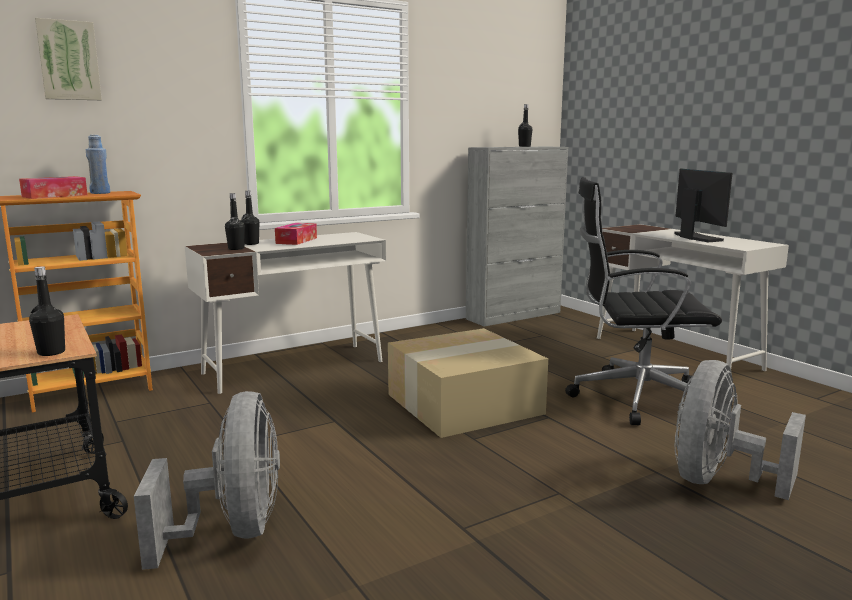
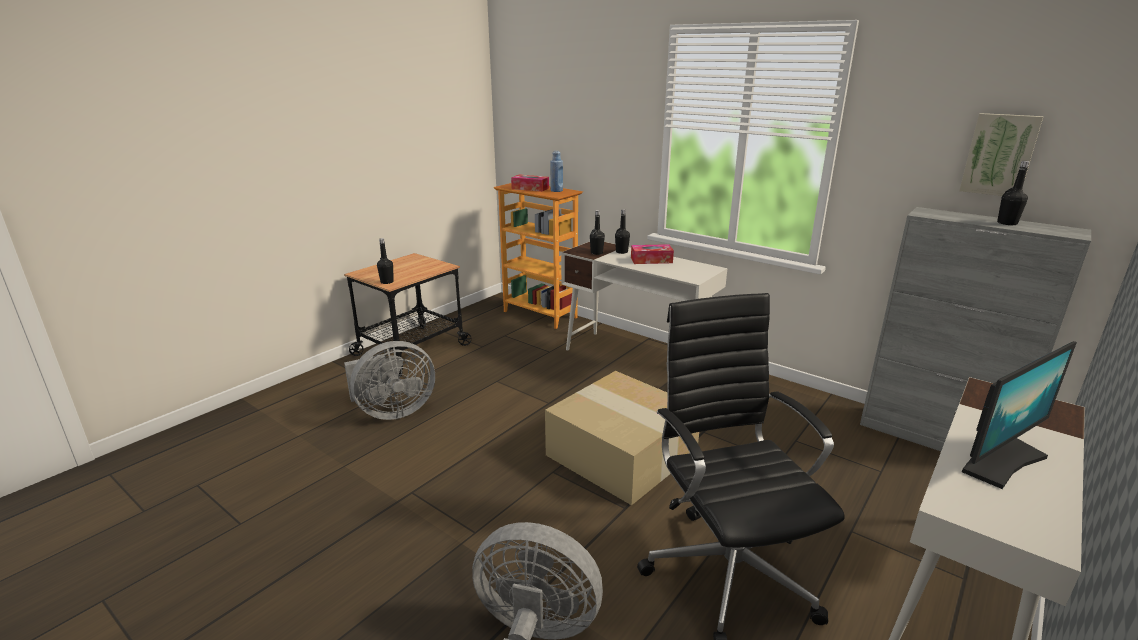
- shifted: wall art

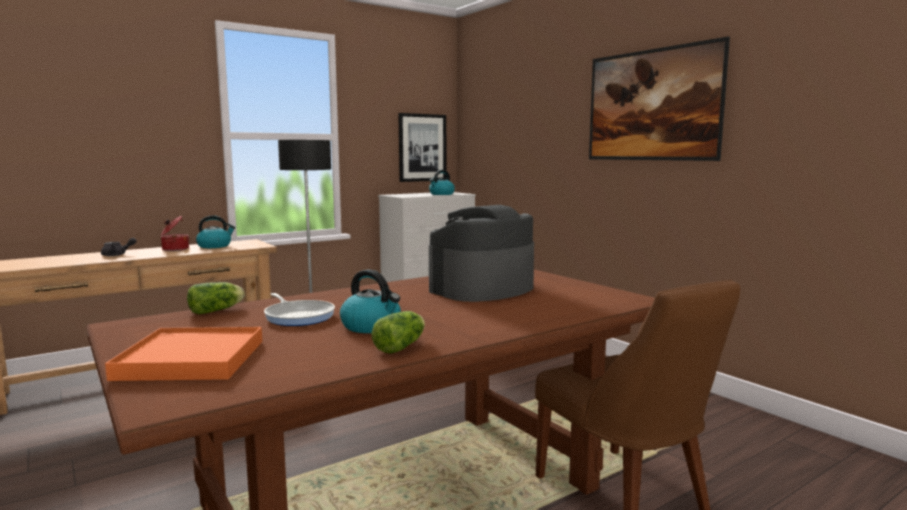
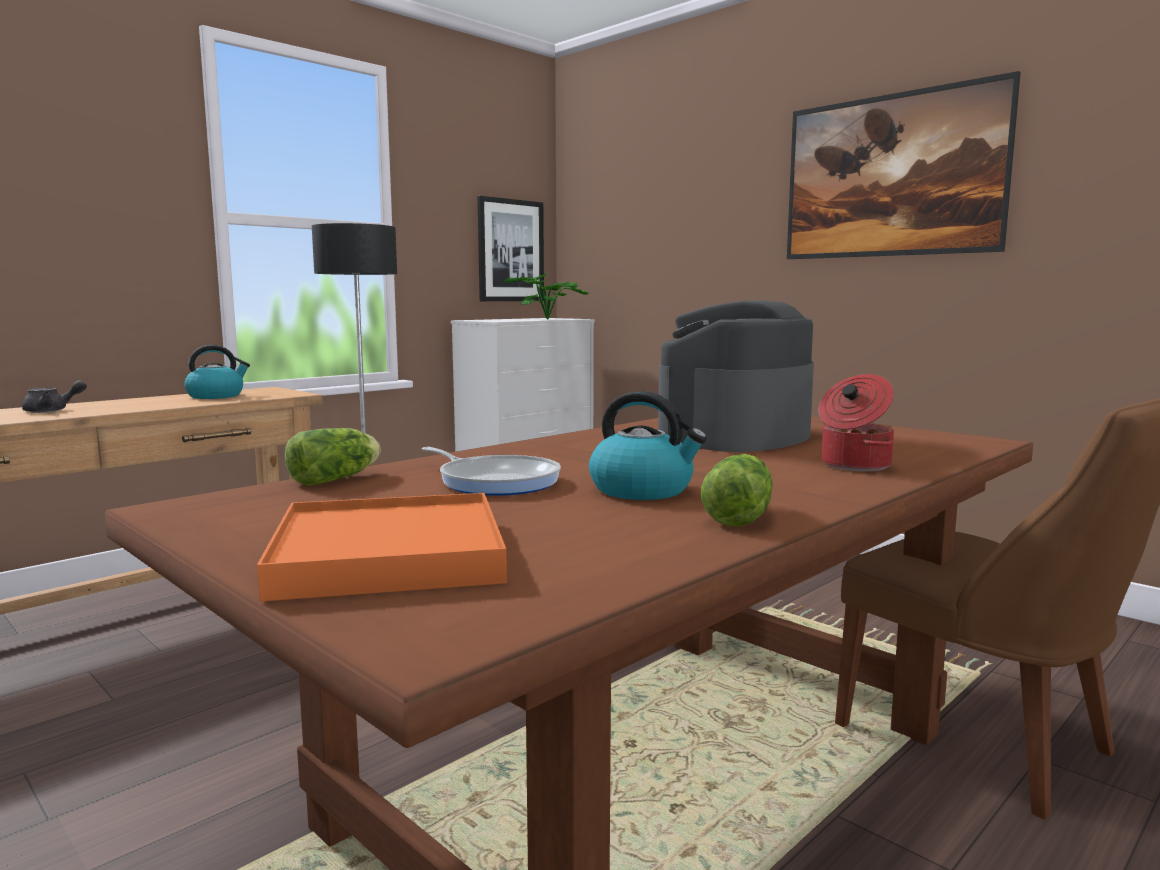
- shifted: saucepot
- swapped: tea kettle (no. 3 from left) to potted plant

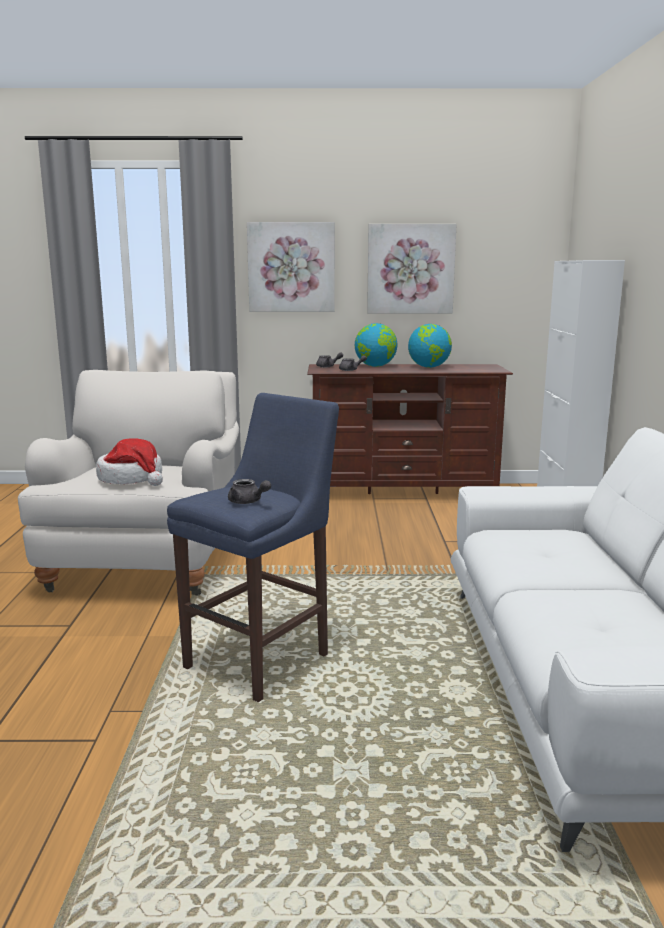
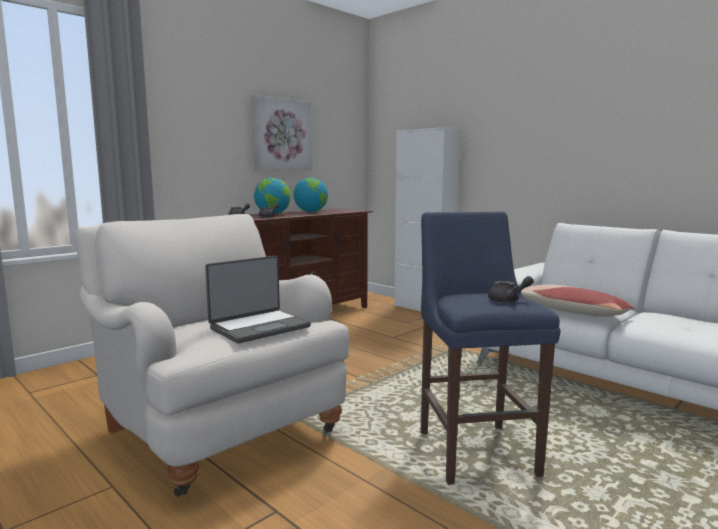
- swapped: clothing hat to laptop
- gone: wall art (no. 1 from left)
- new: throw pillow

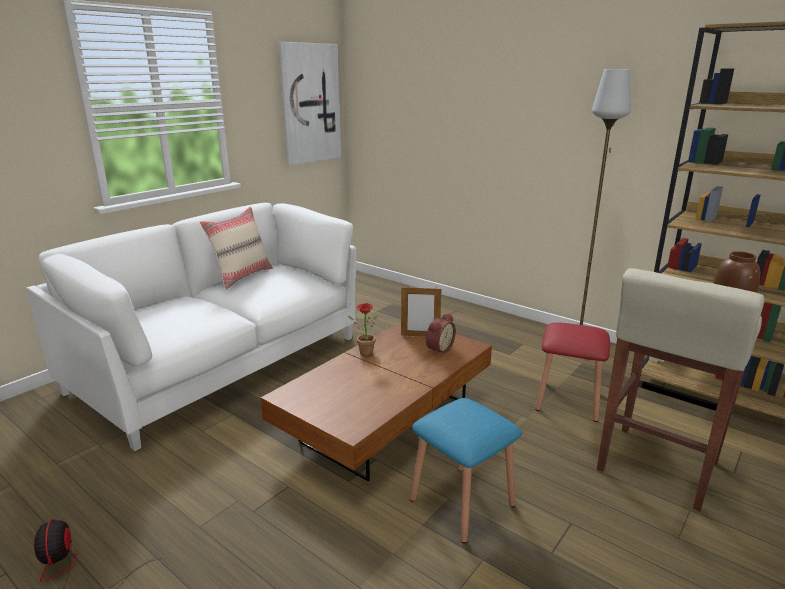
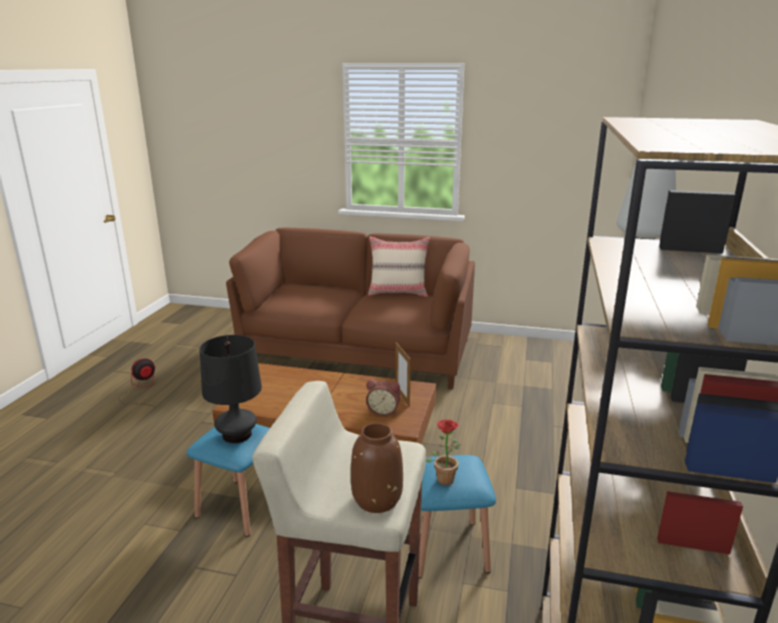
- repainted: white sofa to brown sofa
- gone: wall art
- shifted: potted plant
- repainted: reddish stool to blue-coloured stool (no. 2 from left)
- new: black-coloured tabletop lamp

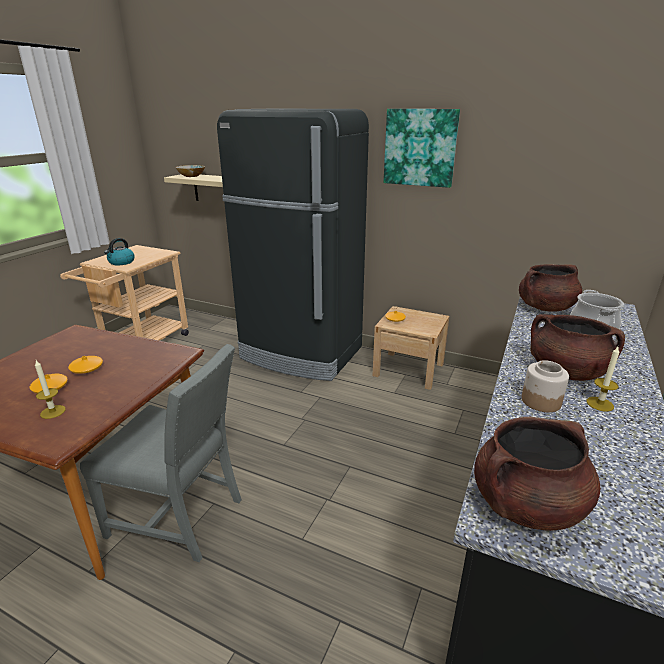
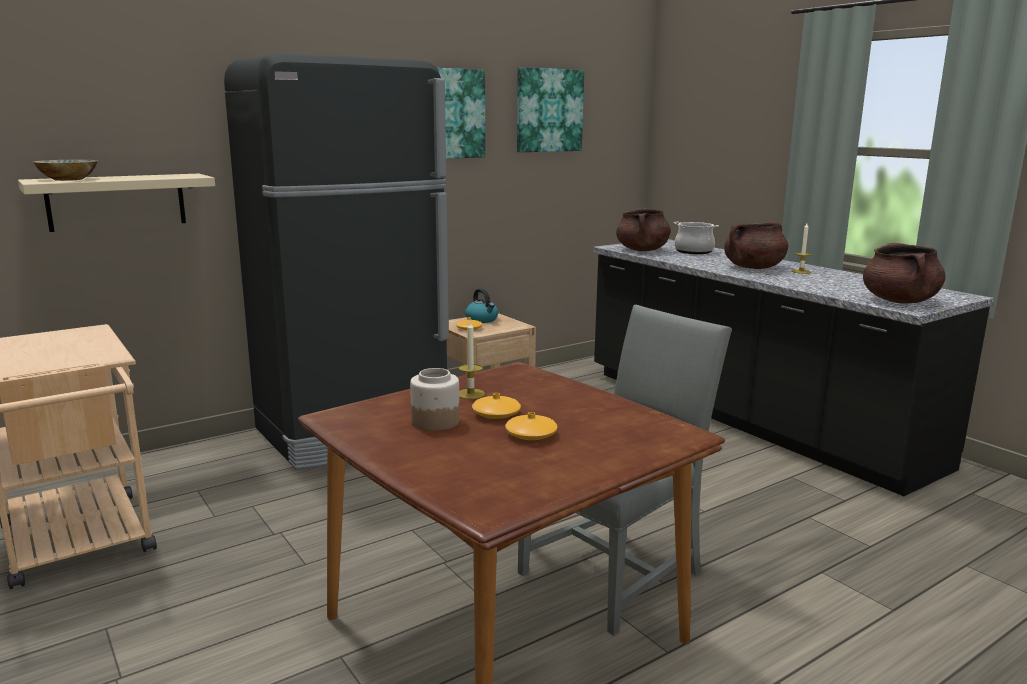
- shifted: candle (no. 1 from left)
- shifted: tea kettle
- shifted: storage jar
- new: wall art (no. 2 from left)

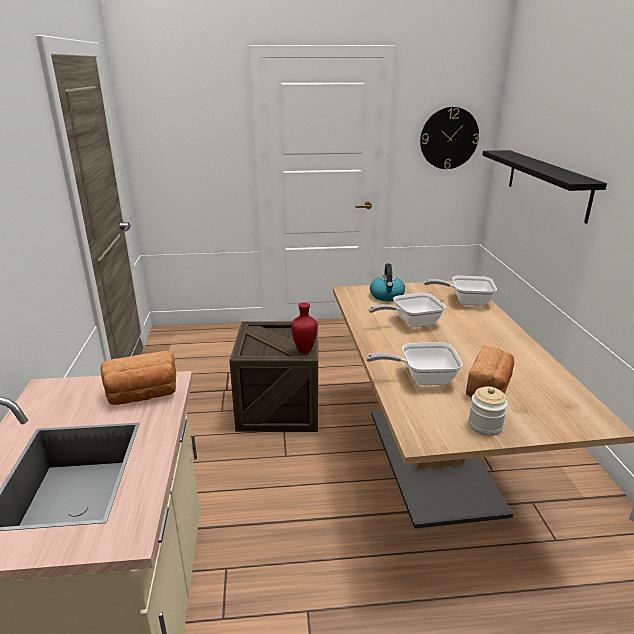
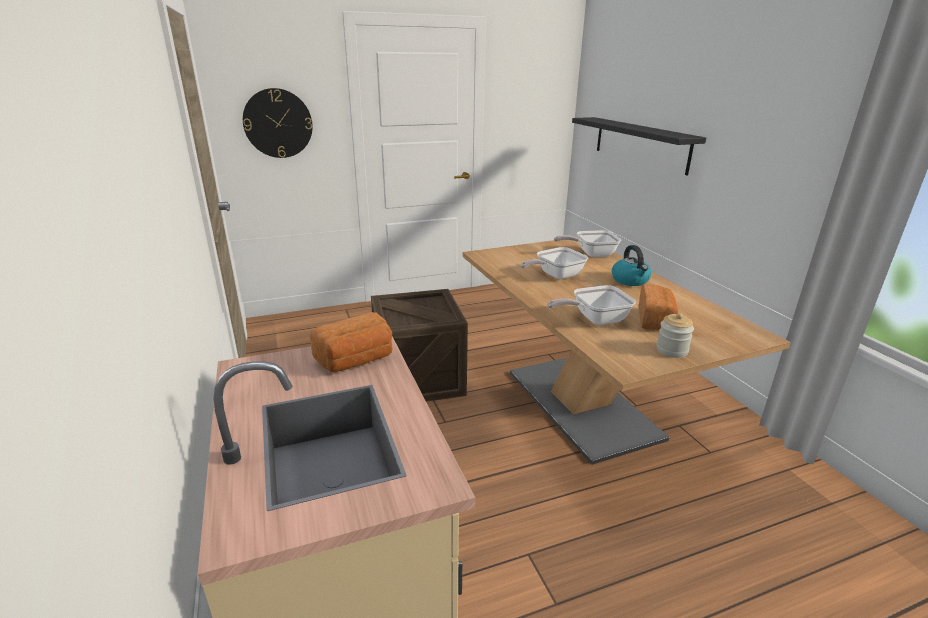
- gone: reddish flower vase
- shifted: tea kettle
- shifted: wall clock

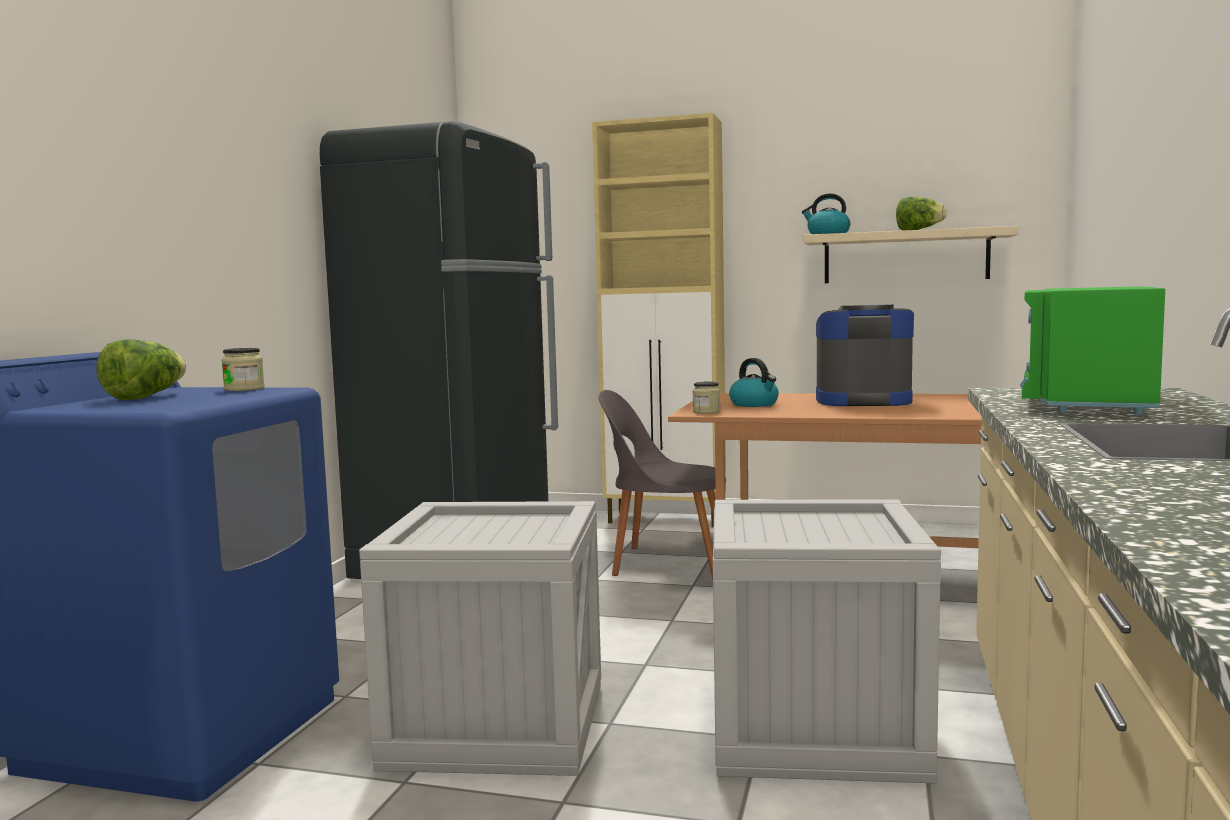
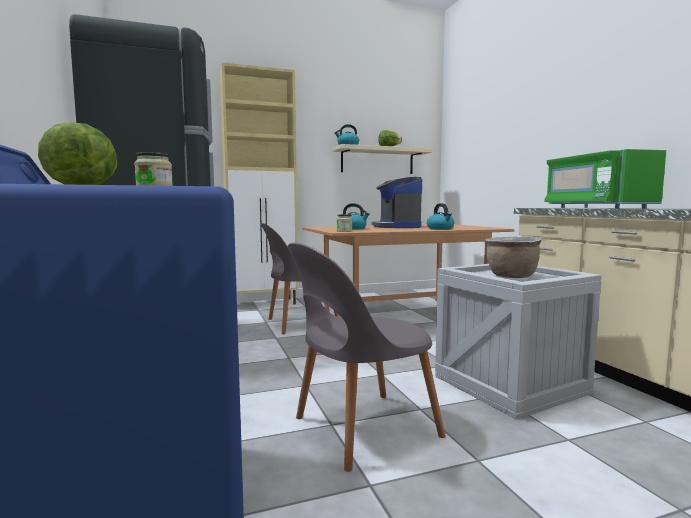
- swapped: shipping crate (no. 1 from left) to gray upright chair (no. 2 from left)
- rotated: coffee maker 75 degrees counterclockwise
- new: tea kettle (no. 3 from left)
- new: brown saucepot

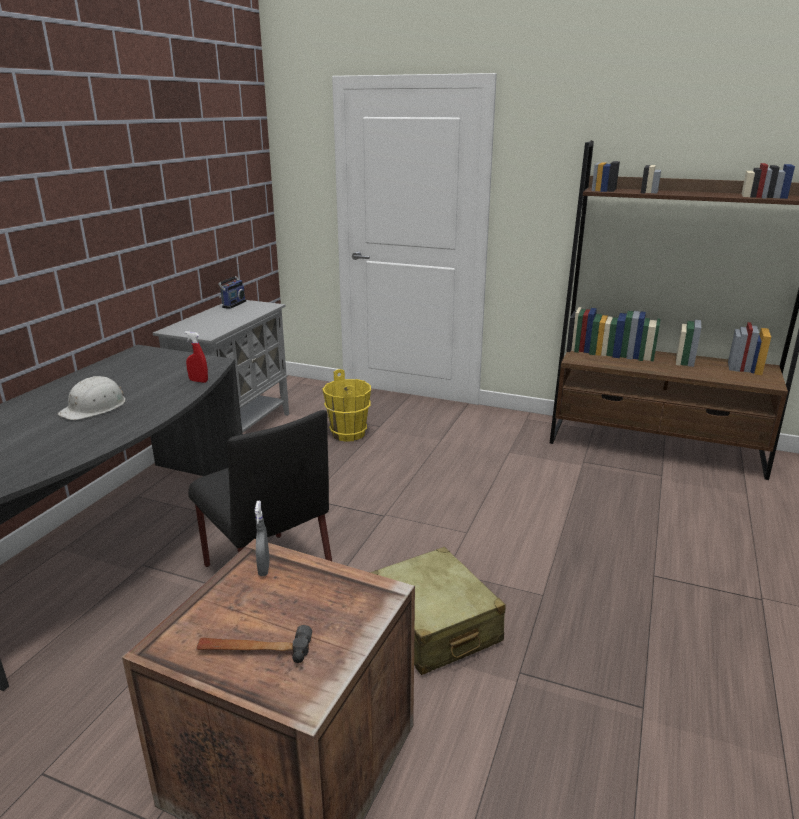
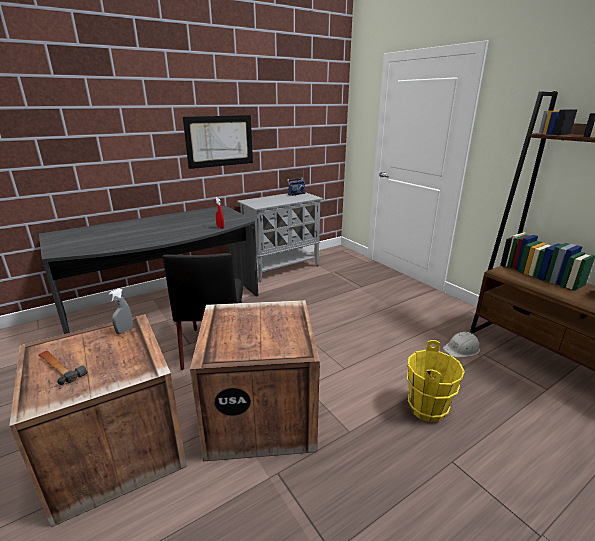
- shifted: white work helmet
- shifted: yellowish pail
- swapped: sand-coloured suitcase to shipping crate (no. 2 from left)
- new: wall art

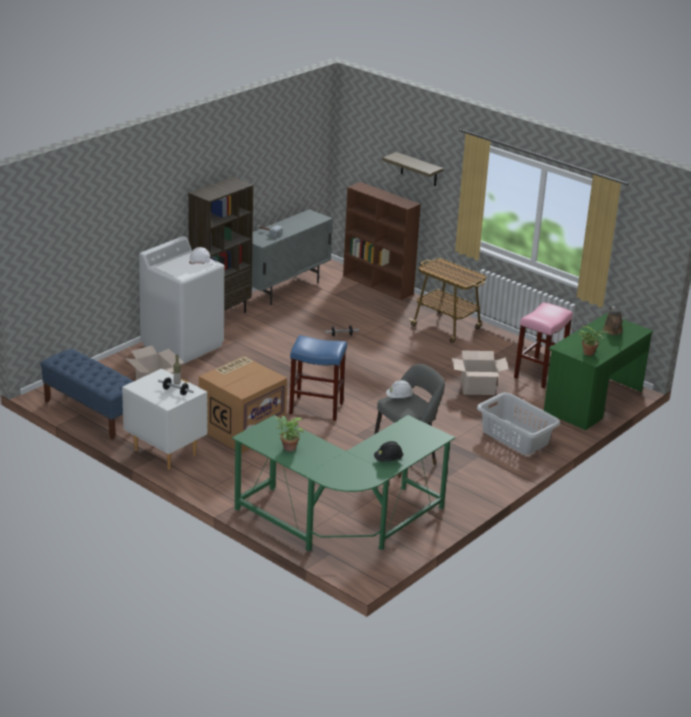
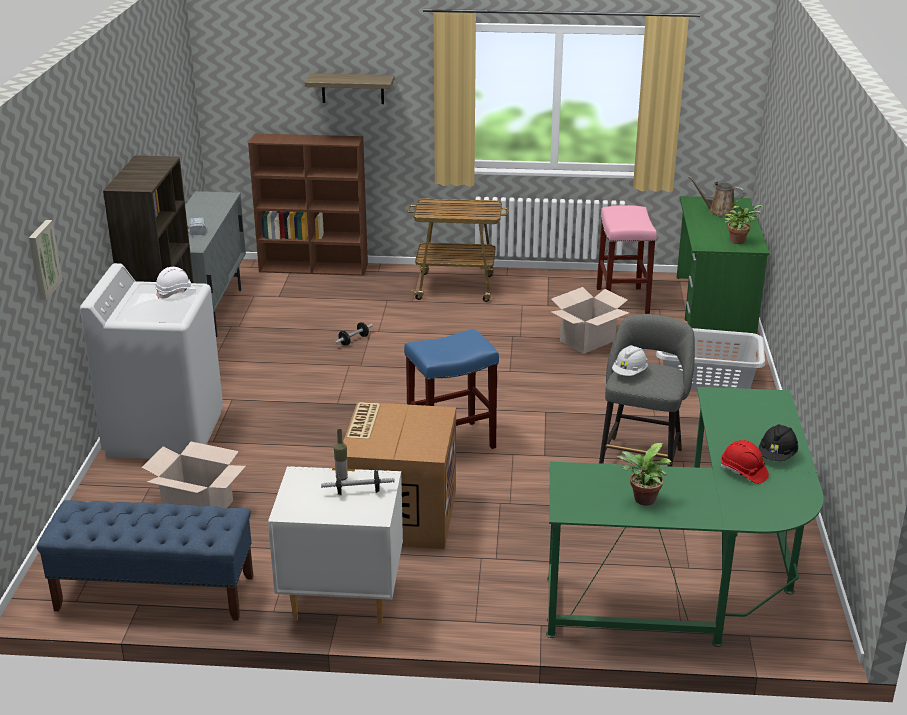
- rotated: brown sprinkling can 150 degrees clockwise
- new: wall art
- new: reddish work helmet

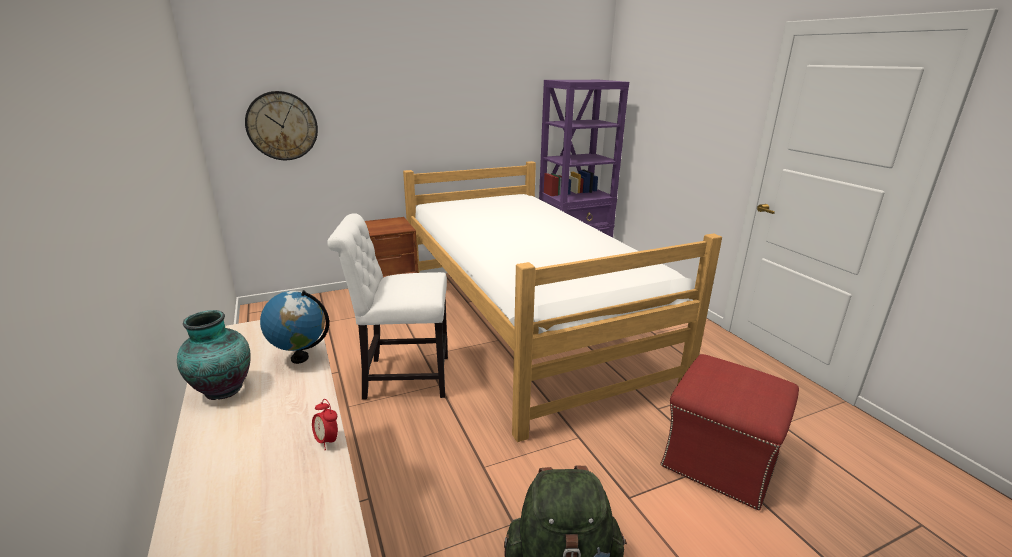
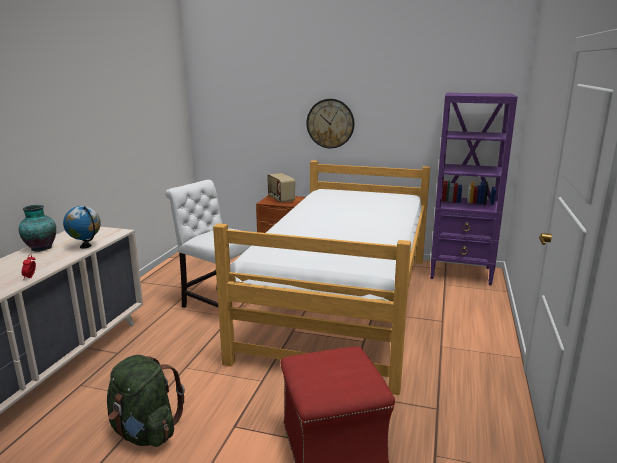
- shifted: wall clock
- new: radio set

